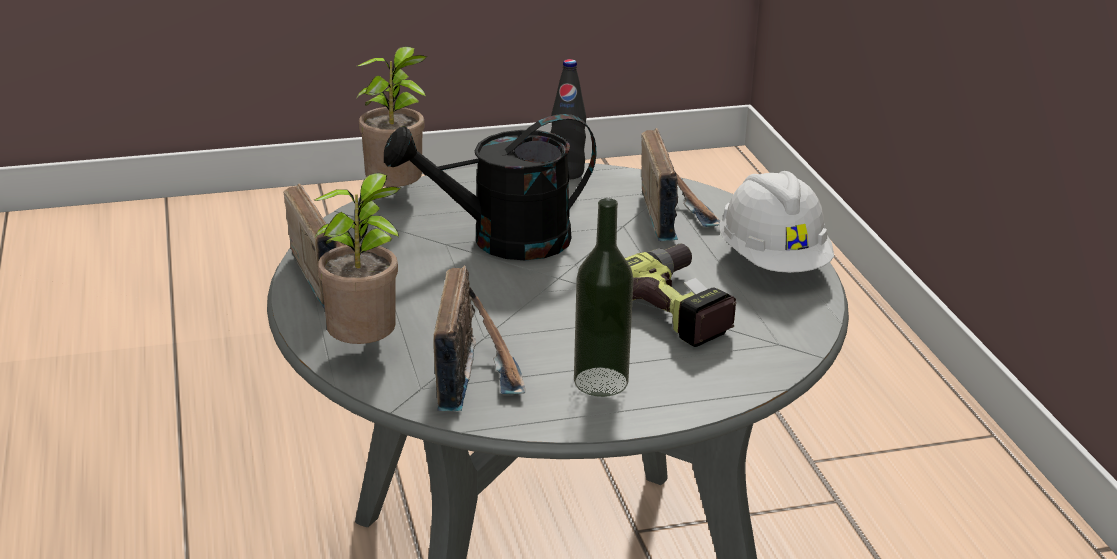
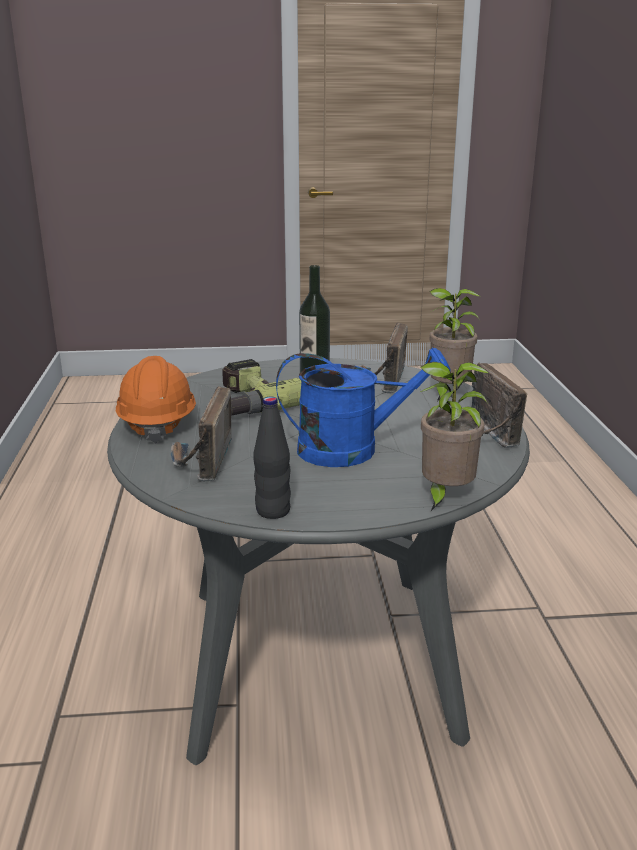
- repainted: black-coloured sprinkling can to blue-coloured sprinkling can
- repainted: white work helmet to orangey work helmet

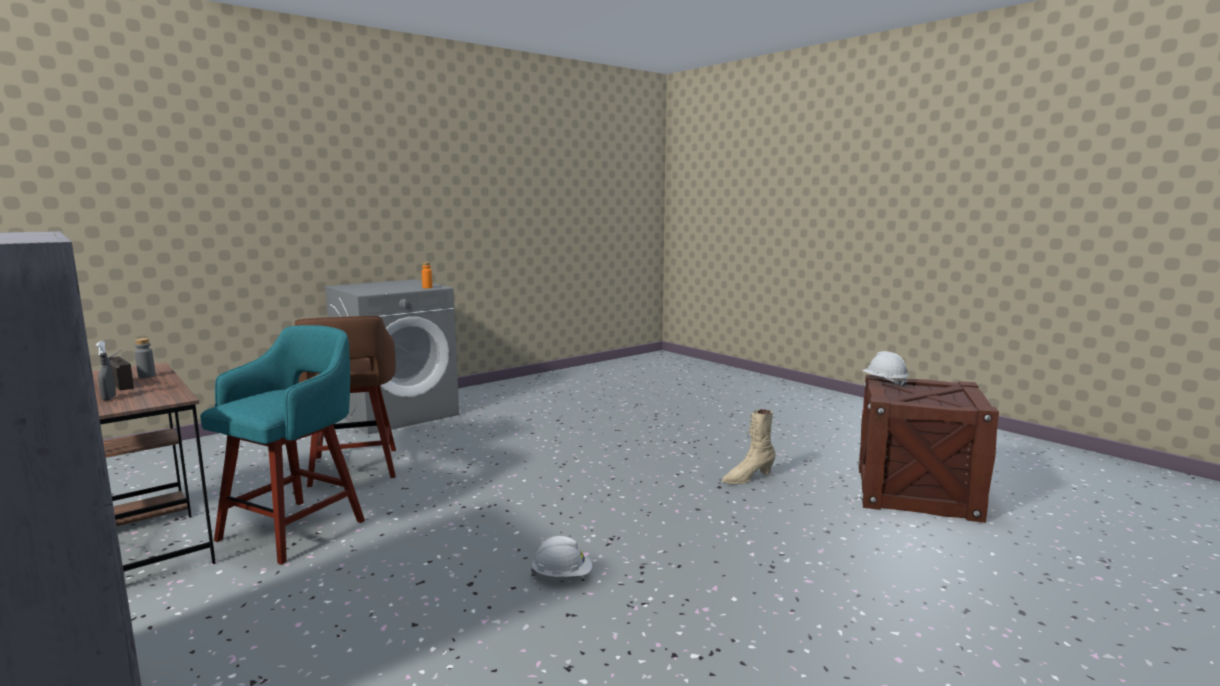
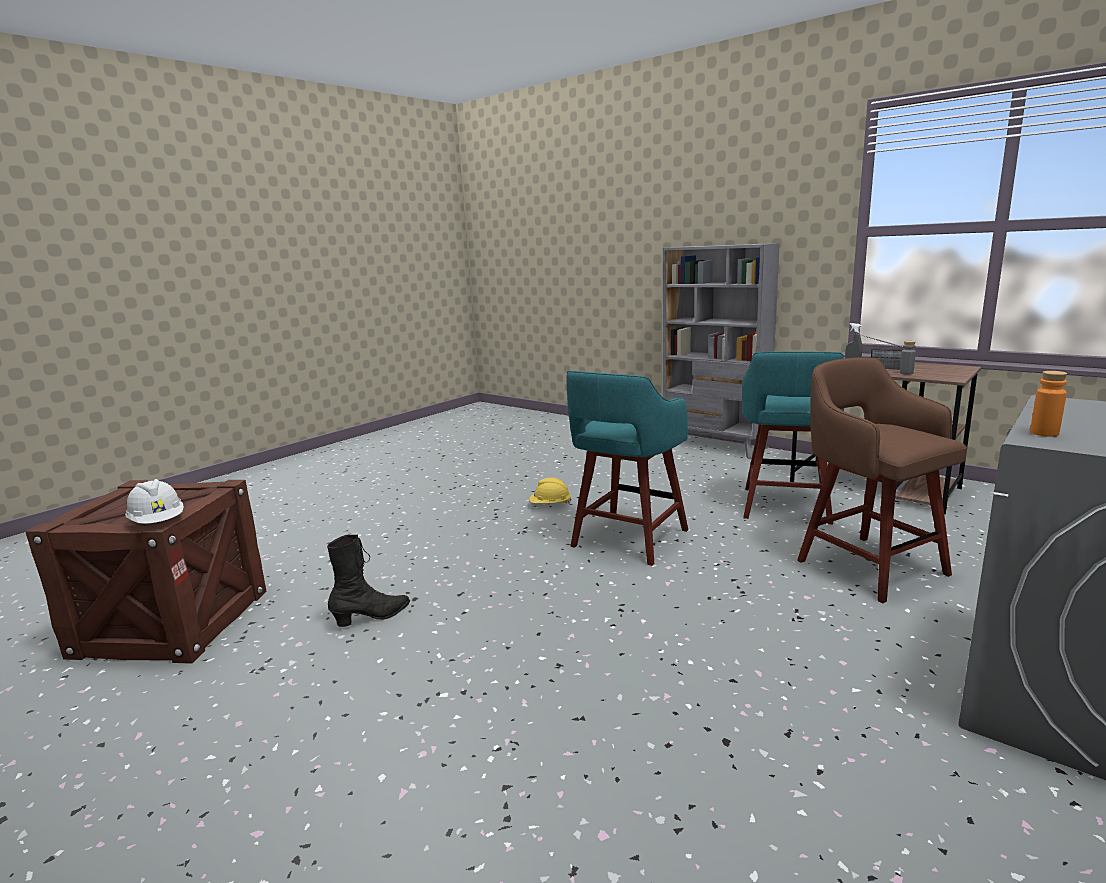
- repainted: white work helmet (no. 1 from left) to yellowish work helmet
- repainted: sand-coloured tall boot to black-coloured tall boot
- new: turquoise-coloured stool (no. 1 from left)

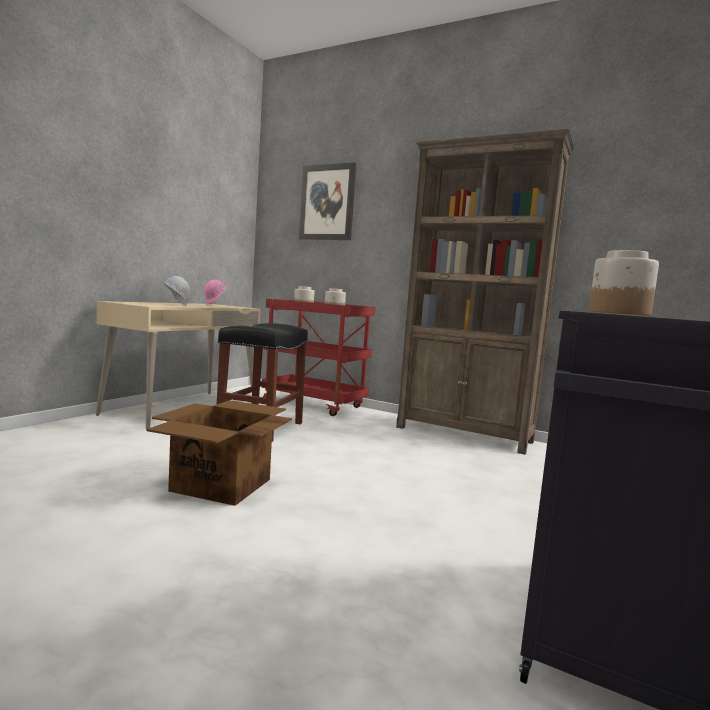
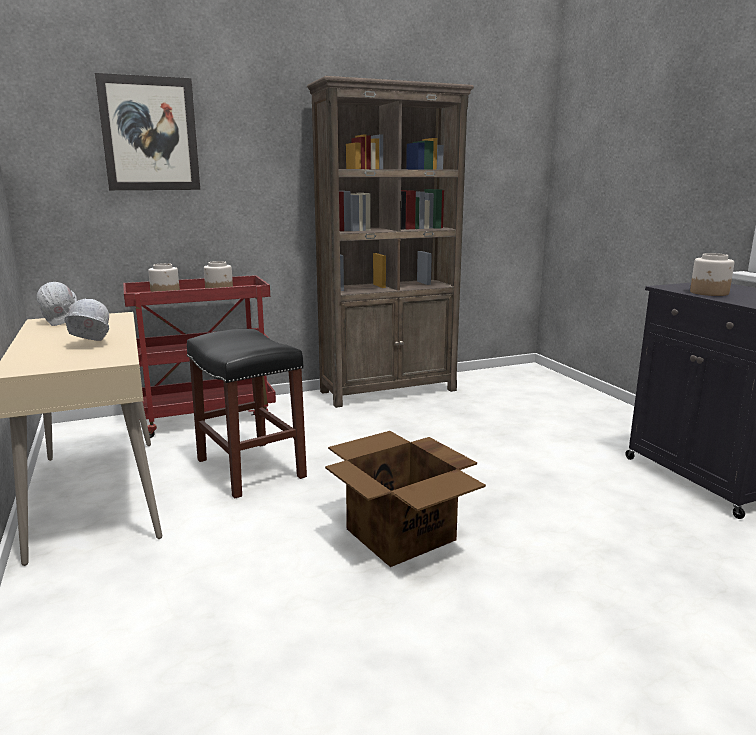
- repainted: pinkish work helmet to white work helmet (no. 1 from left)

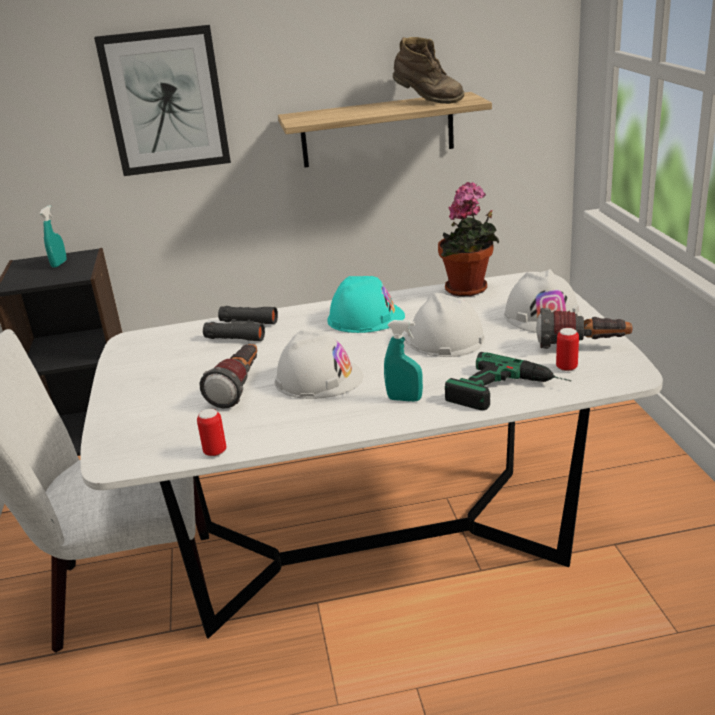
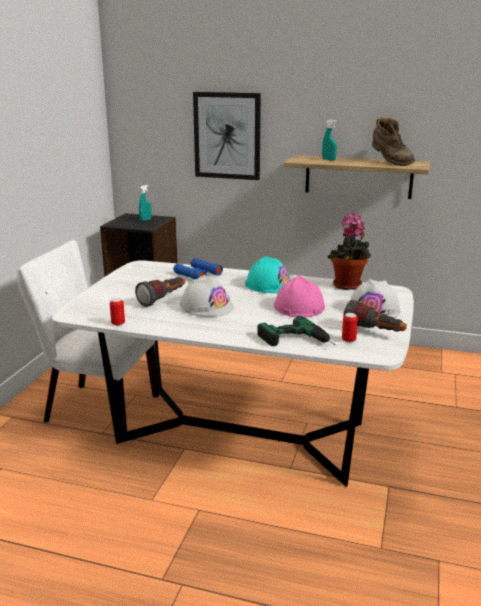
- repainted: black-coloured pair of binoculars to blue-coloured pair of binoculars
- shifted: turquoise-coloured spray bottle (no. 2 from left)
- repainted: white work helmet (no. 2 from left) to pinkish work helmet

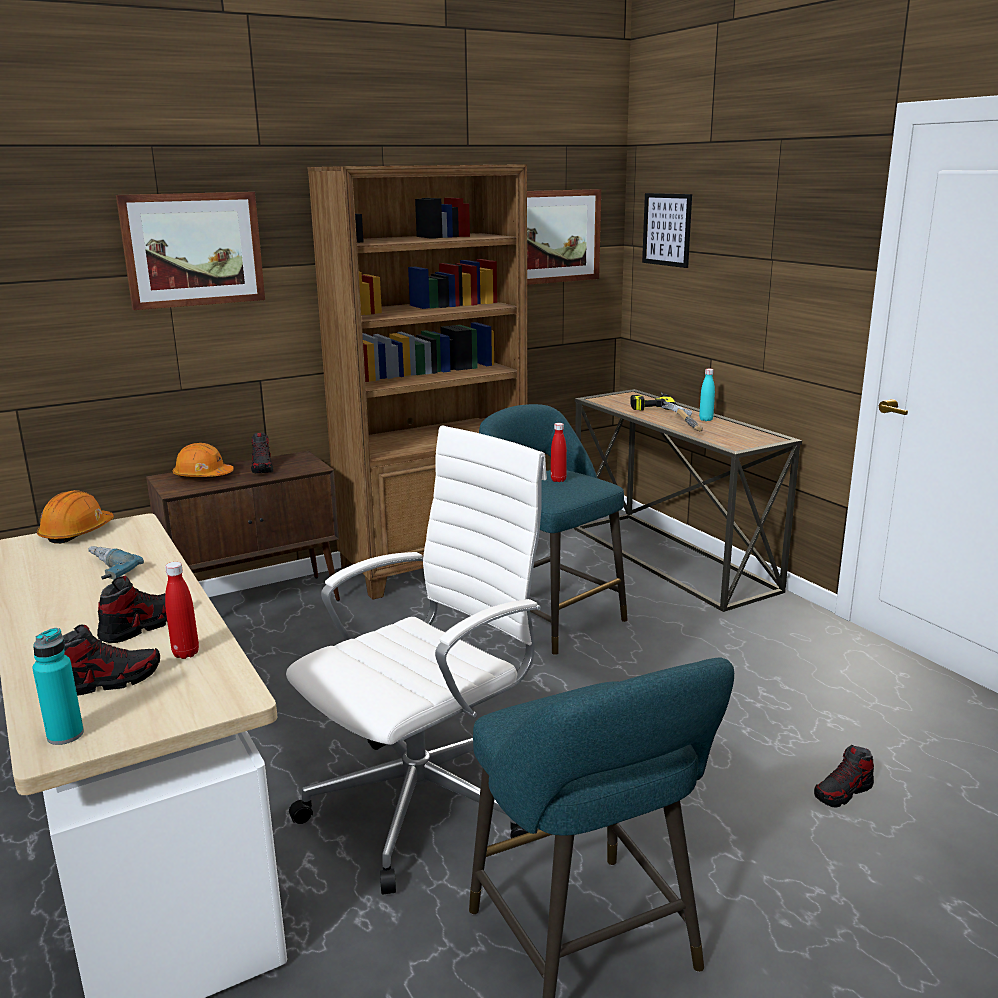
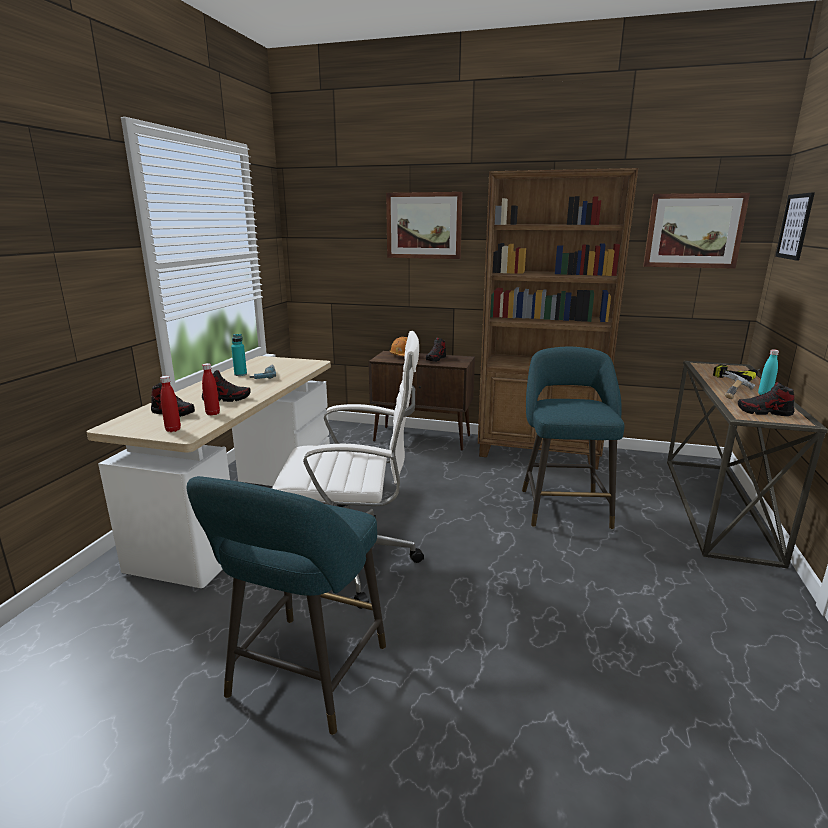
- shifted: turquoise-coloured bottle (no. 1 from left)
- gone: orangey work helmet (no. 1 from left)
- shifted: reddish bottle (no. 2 from left in the first image) to reddish bottle (no. 1 from left)
- shifted: shoe (no. 4 from left)

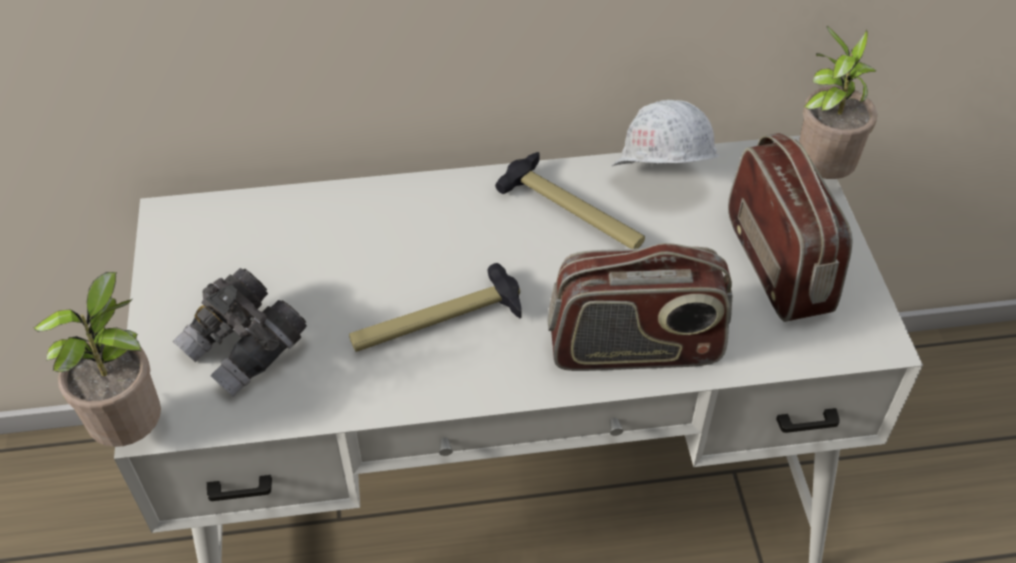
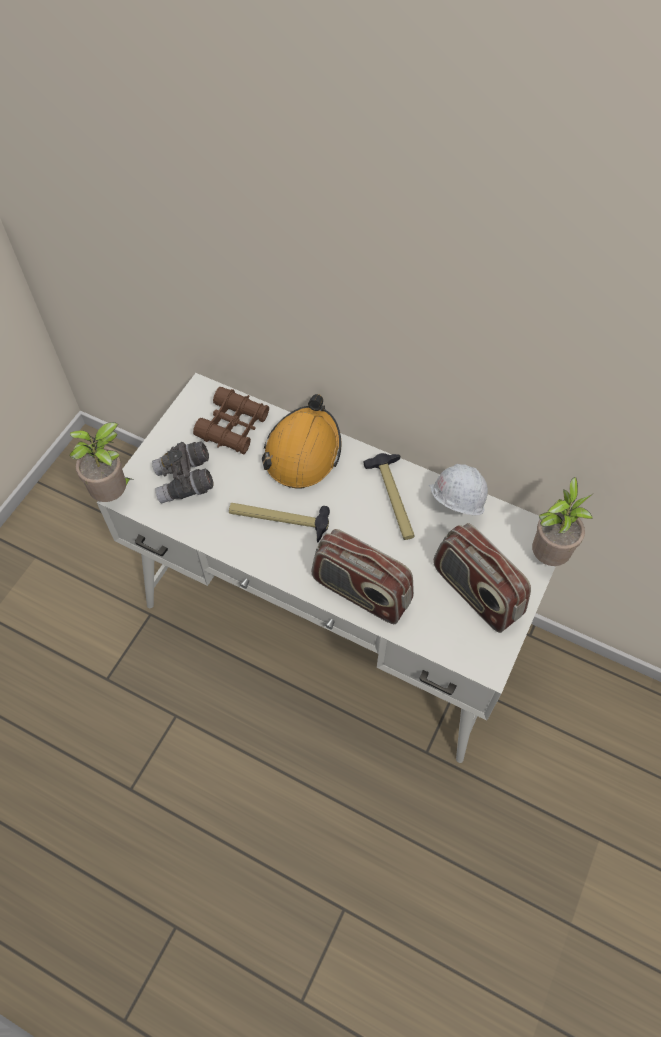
- rotated: radio set (no. 2 from left) 120 degrees clockwise
- new: brown pair of binoculars
- new: orangey work helmet

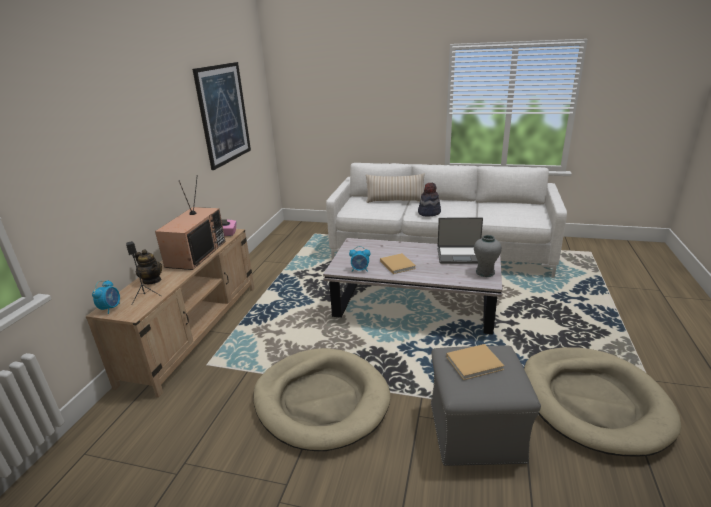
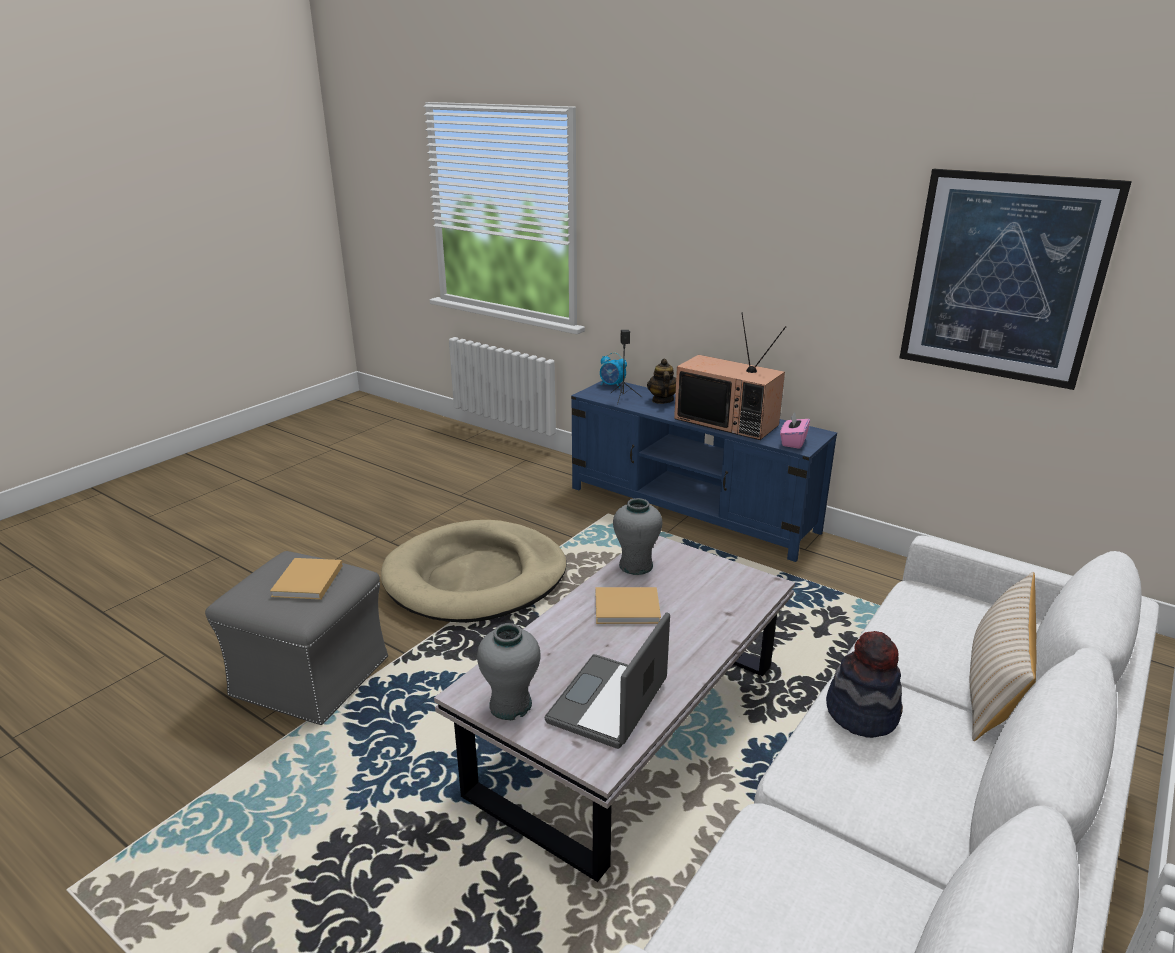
- repainted: sand-coloured tv unit to blue-coloured tv unit
- rotated: tea pot 120 degrees clockwise
- swapped: table clock (no. 2 from left) to gray flower vase (no. 2 from left)
- gone: sand-coloured pet bed (no. 2 from left)

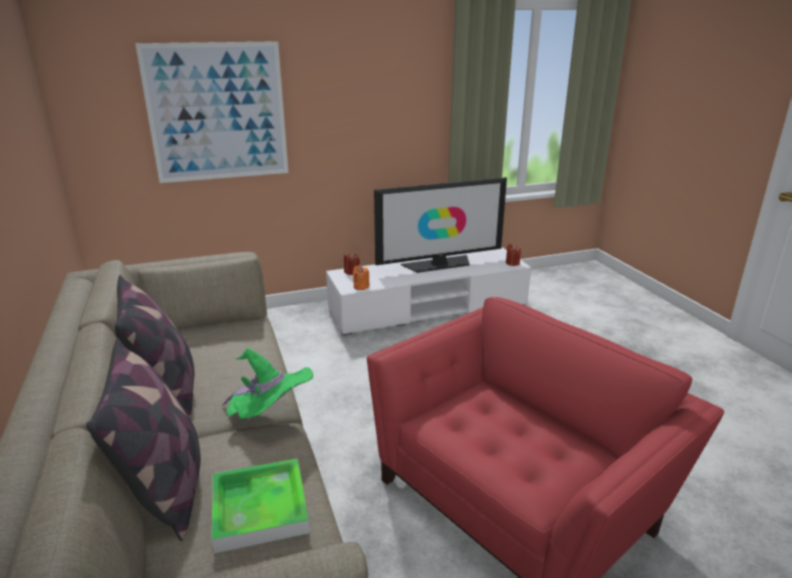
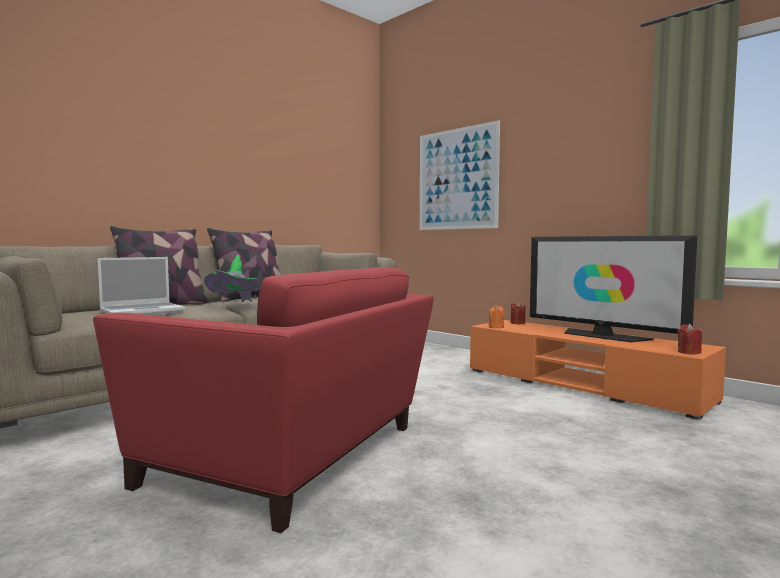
- swapped: carrying tray to laptop
- repainted: white tv unit to orangey tv unit

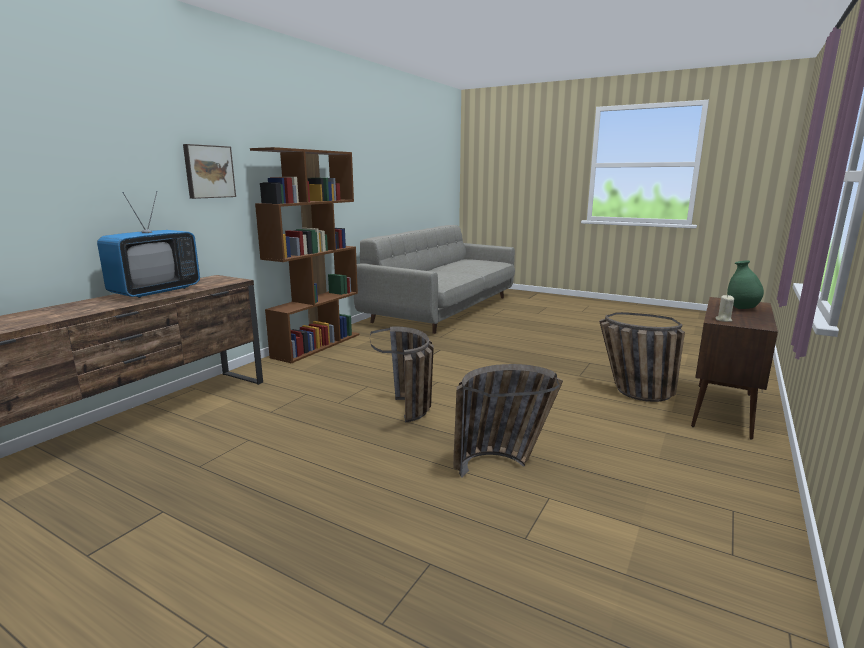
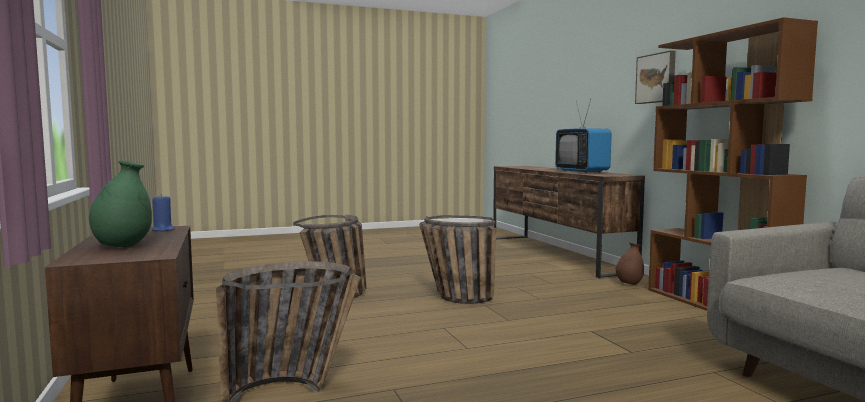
- repainted: sand-coloured candle to blue-coloured candle
- new: brown flower vase

